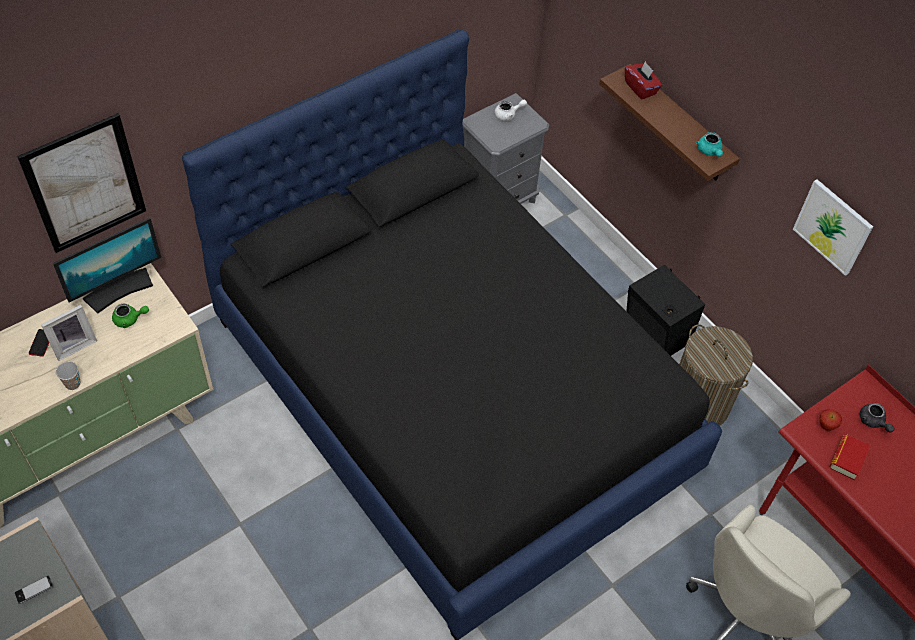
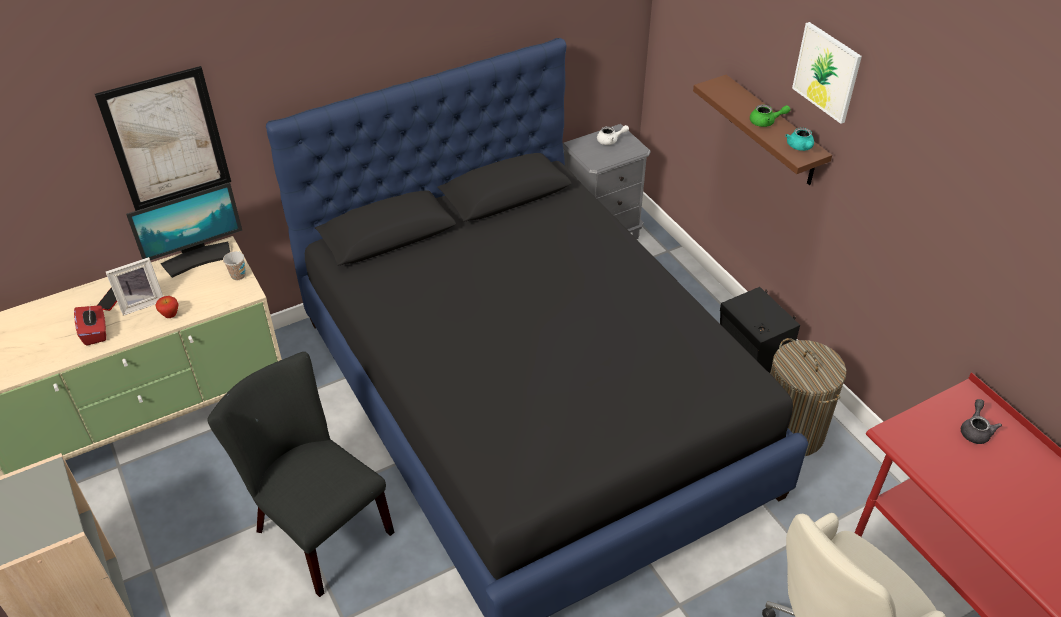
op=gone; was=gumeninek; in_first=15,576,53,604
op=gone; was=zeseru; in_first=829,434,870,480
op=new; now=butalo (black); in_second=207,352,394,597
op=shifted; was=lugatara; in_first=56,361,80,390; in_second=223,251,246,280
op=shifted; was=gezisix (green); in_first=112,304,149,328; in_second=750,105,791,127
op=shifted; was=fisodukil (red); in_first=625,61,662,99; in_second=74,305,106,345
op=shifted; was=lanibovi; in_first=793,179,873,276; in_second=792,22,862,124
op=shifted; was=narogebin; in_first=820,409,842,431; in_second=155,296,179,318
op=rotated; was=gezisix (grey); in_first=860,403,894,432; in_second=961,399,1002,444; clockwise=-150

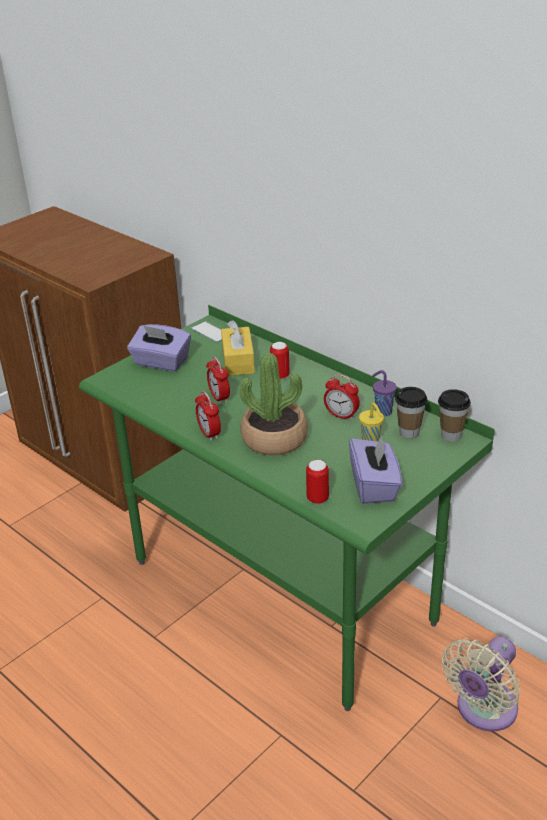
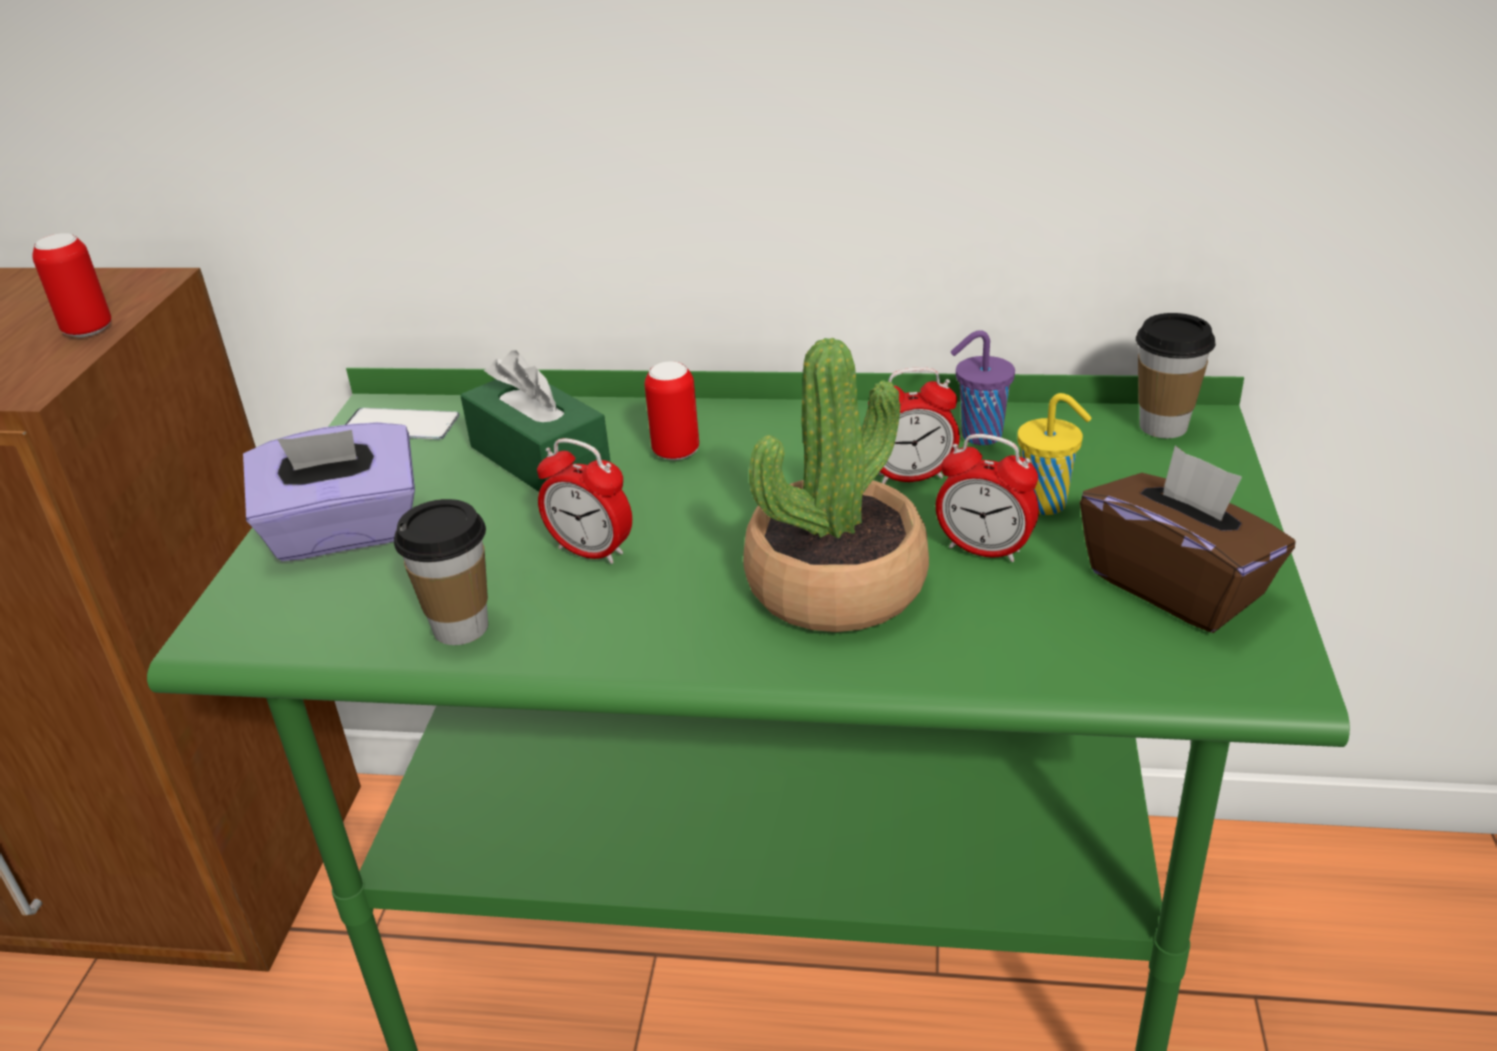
op=gone; was=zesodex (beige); in_first=442,636,520,731
op=shifted; was=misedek; in_first=195,391,221,441; in_second=936,434,1039,562
op=shifted; was=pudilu; in_first=306,460,329,504; in_second=32,233,111,337
op=shifted; was=lugatara; in_first=395,387,427,439; in_second=394,499,488,645
op=repainted; was=fisodukil (yellow); now=fisodukil (green); in_first=221,320,255,376; in_second=461,350,611,492
op=repainted; was=fisodukil (purple); now=fisodukil (brown); in_first=349,434,402,504; in_second=1080,445,1295,633

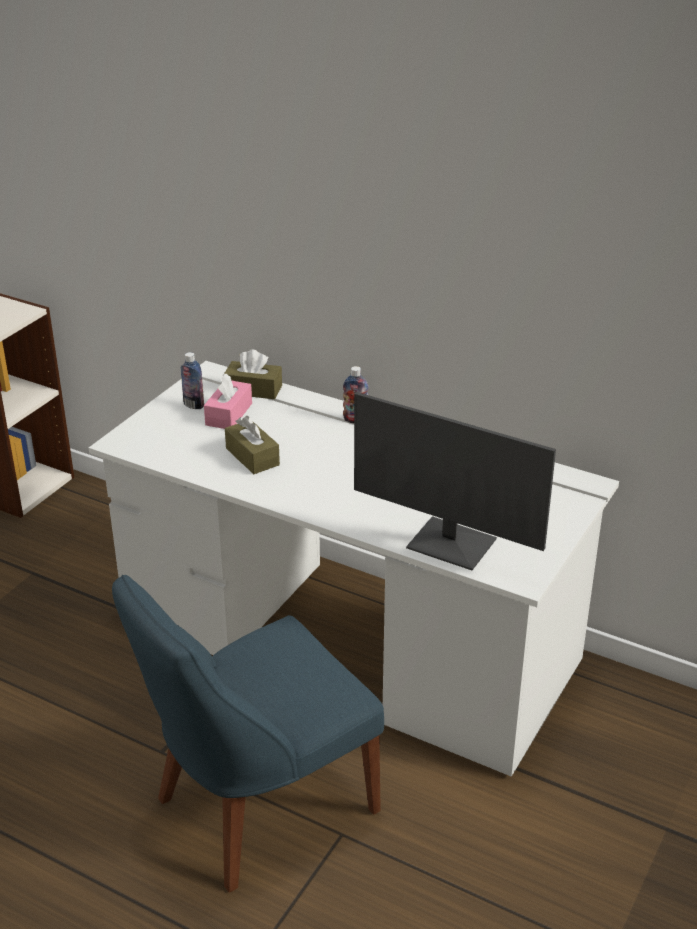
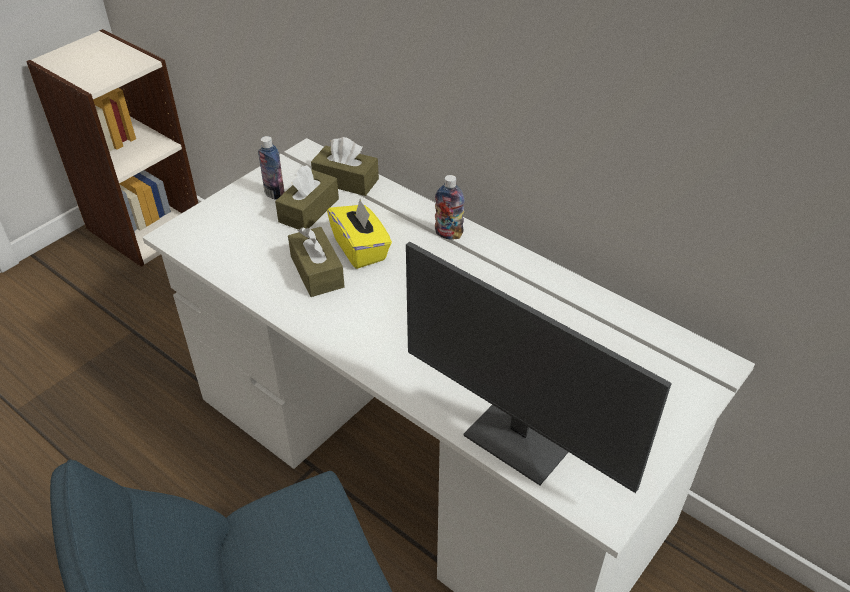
op=new; now=fisodukil (yellow); in_second=327,199,392,269
op=repainted; was=fisodukil (pink); now=fisodukil (brown); in_first=204,373,252,429; in_second=275,165,339,230

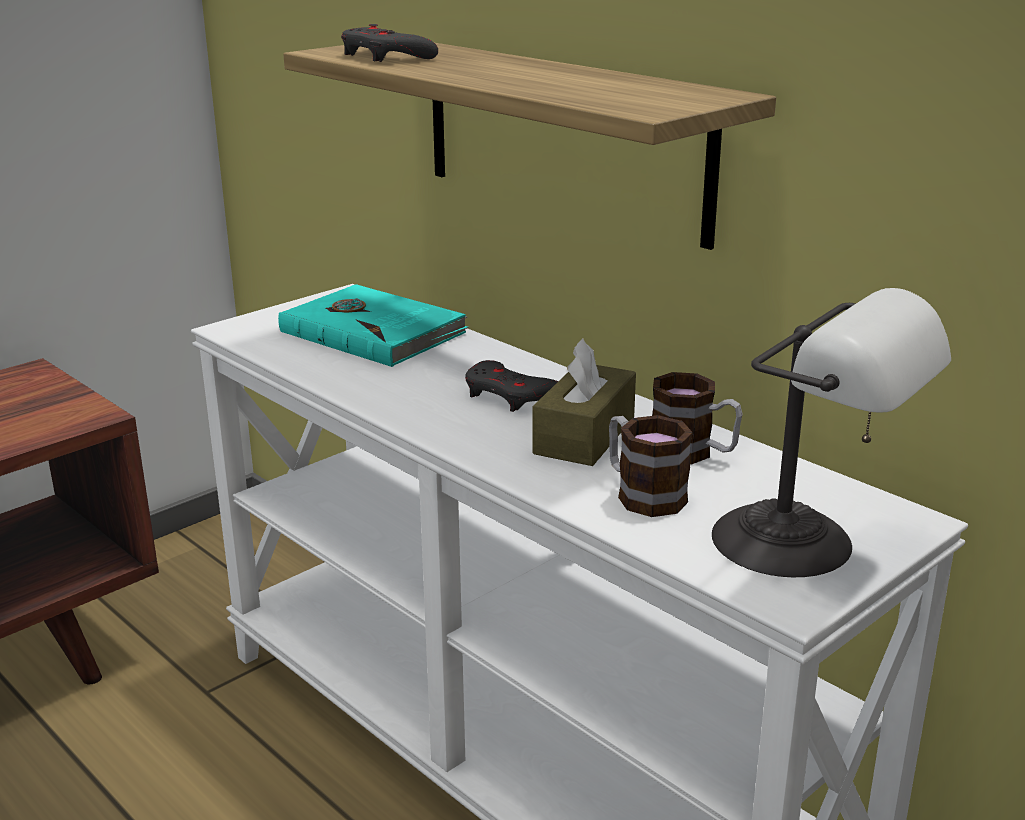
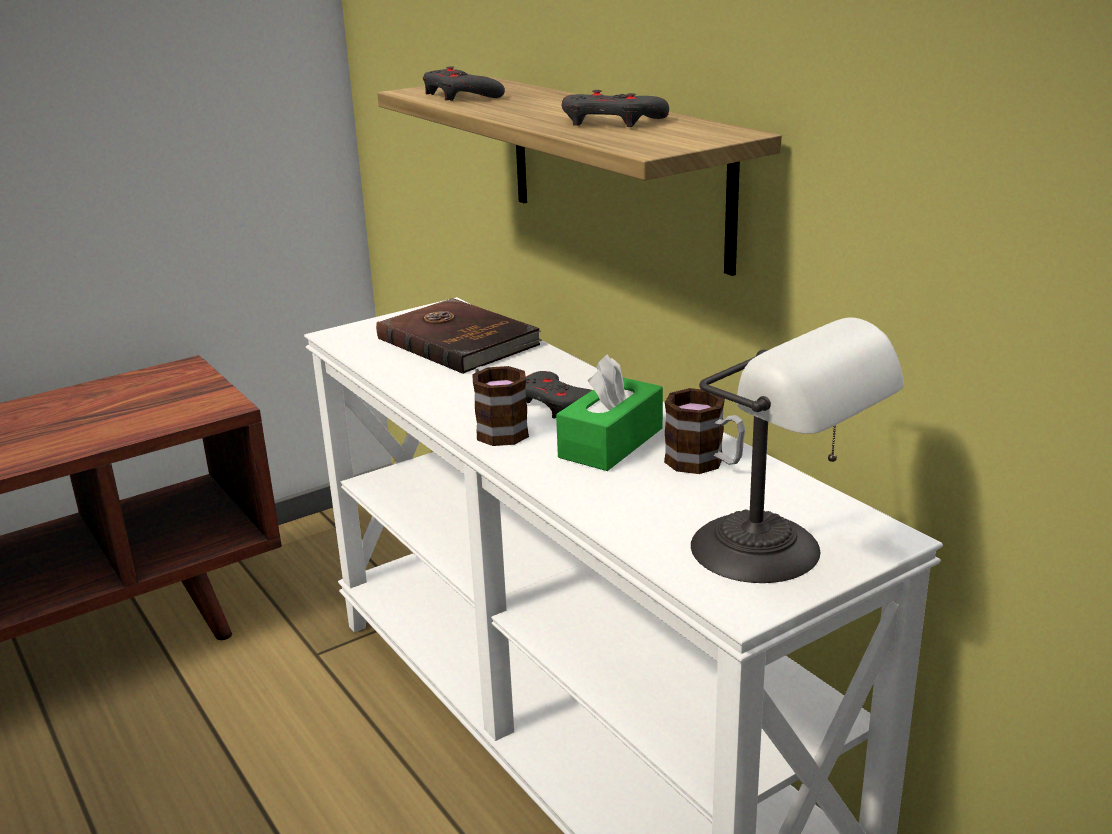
op=new; now=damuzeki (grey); in_second=562,90,669,127
op=shifted; was=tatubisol; in_first=609,415,693,517; in_second=472,366,529,446
op=repainted; was=zeseru (turquoise); now=zeseru (brown); in_first=278,284,469,367; in_second=376,298,542,374
op=repainted; was=fisodukil (brown); now=fisodukil (green); in_first=532,339,636,466; in_second=556,354,663,471

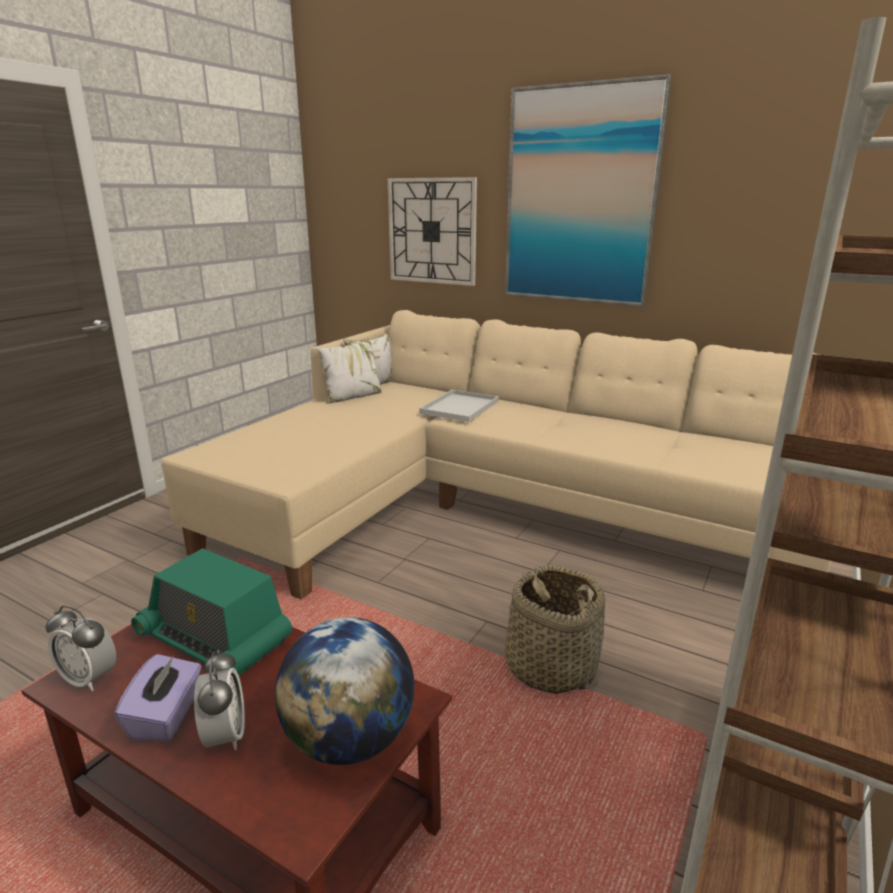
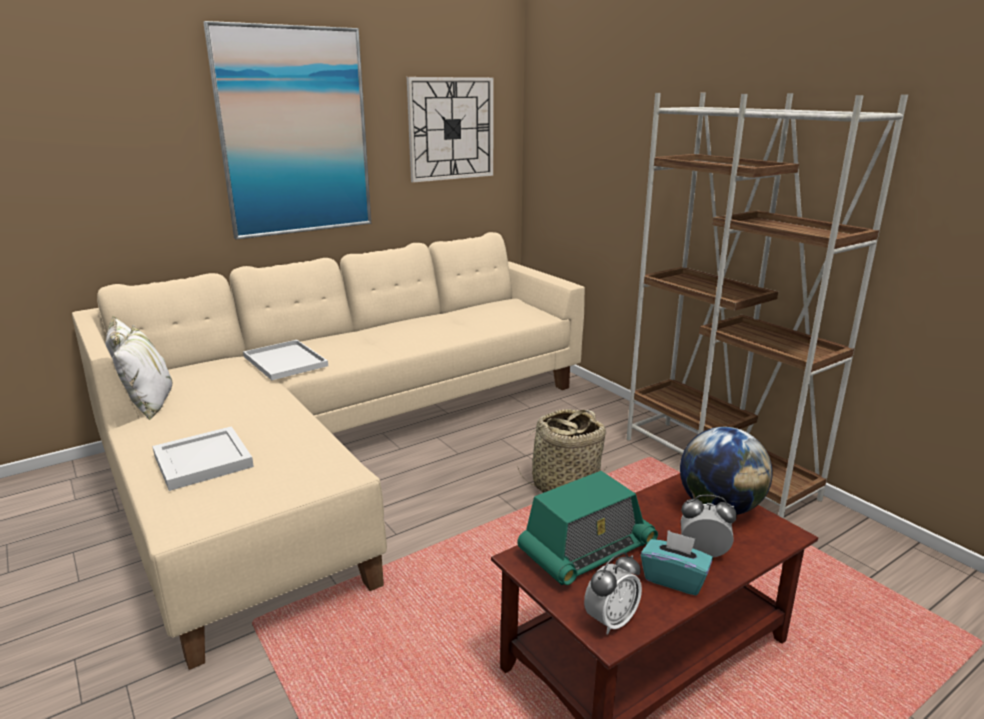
op=new; now=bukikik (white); in_second=152,426,254,491
op=shifted; was=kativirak; in_first=388,177,477,286; in_second=407,77,493,183
op=repainted; was=fisodukil (purple); now=fisodukil (turquoise); in_first=115,654,202,741; in_second=641,530,713,595

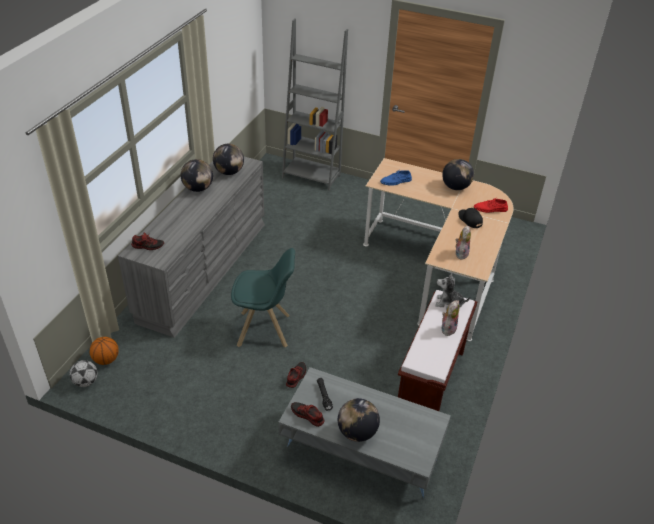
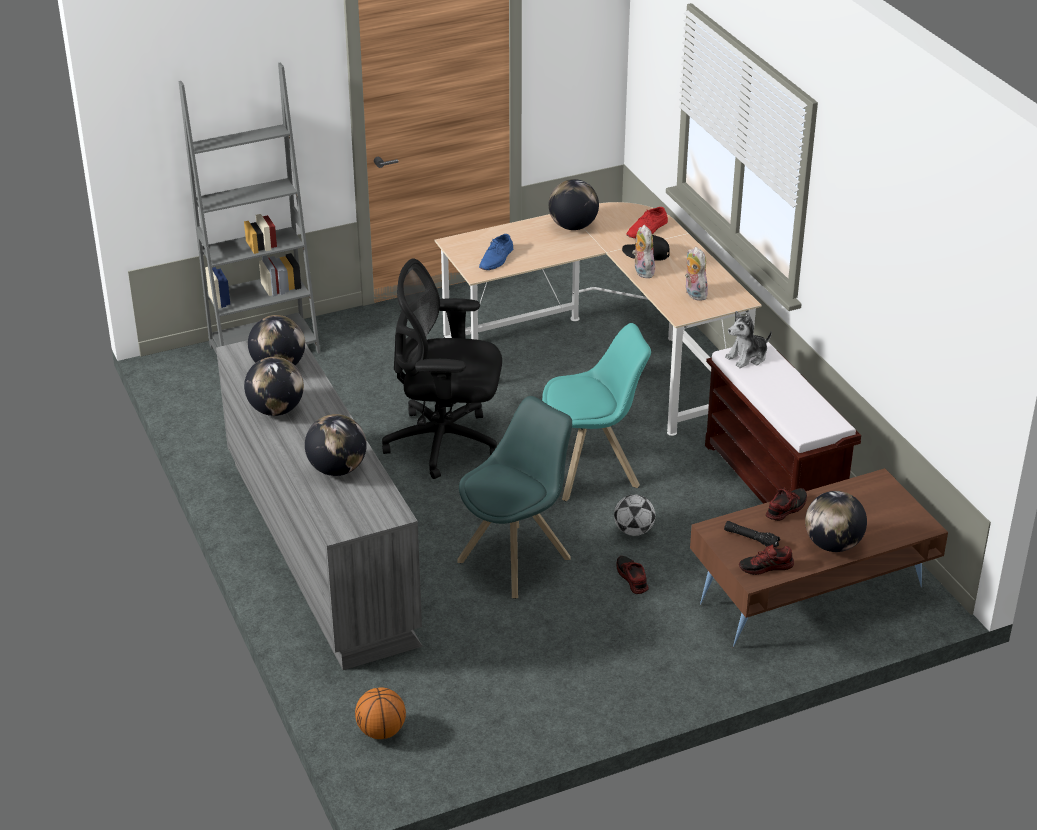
op=new; now=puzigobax; in_second=305,414,367,476
op=new; now=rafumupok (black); in_second=382,258,502,479
op=new; now=butalo (turquoise); in_second=542,323,651,501
op=shifted; was=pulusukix; in_first=69,360,98,387; in_second=614,495,655,536
op=shifted; was=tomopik; in_first=131,232,164,250; in_second=766,488,807,521
op=shifted; was=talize; in_first=442,300,460,336; in_second=632,225,655,278
op=repainted; was=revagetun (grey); now=revagetun (brown); in_first=278,367,451,498; in_second=690,468,948,647

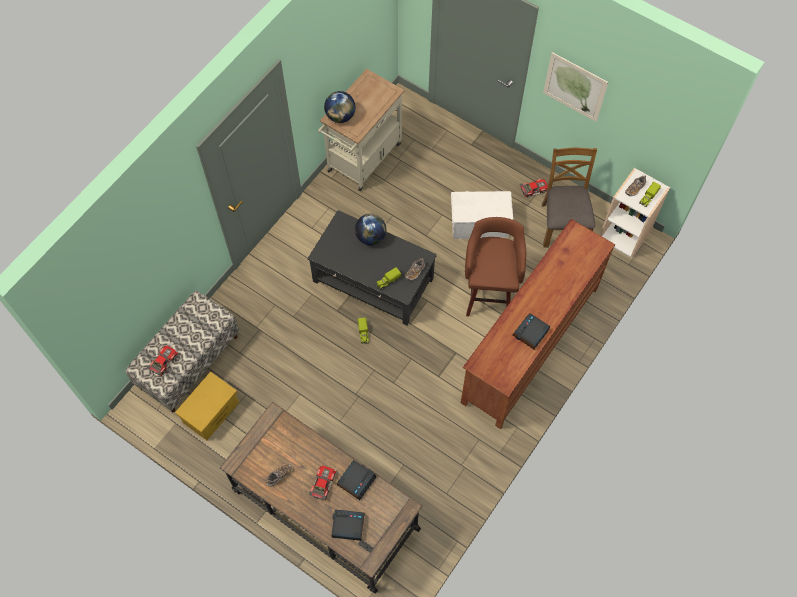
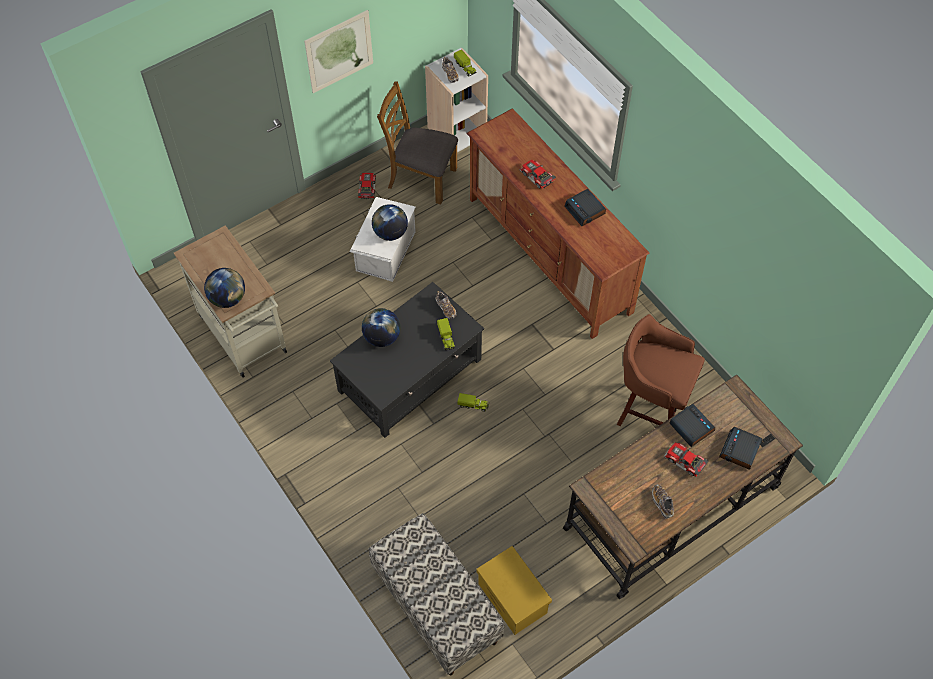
op=new; now=puzigobax; in_second=372,204,408,241
op=shifted; was=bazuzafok; in_first=147,345,179,376; in_second=520,160,556,189
op=shifted; was=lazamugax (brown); in_first=465,217,526,316; in_second=617,314,705,426

